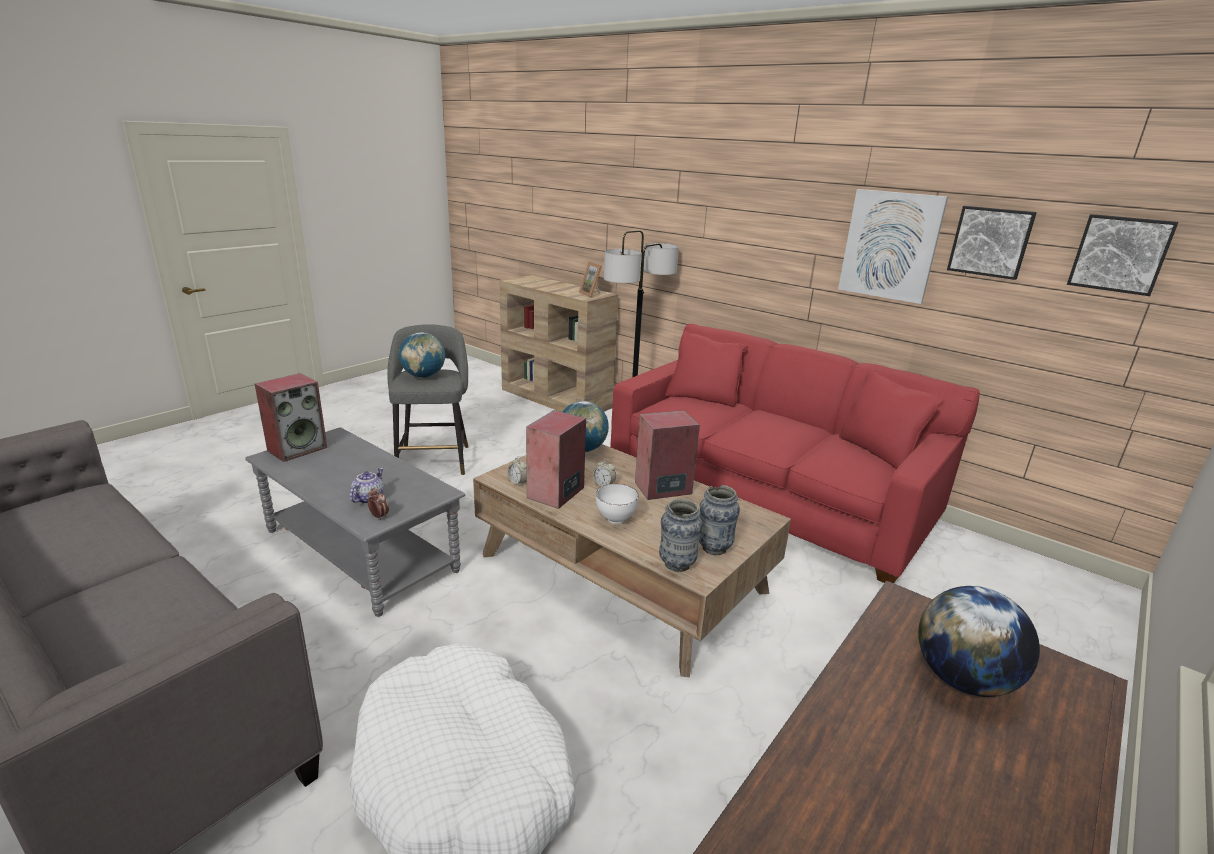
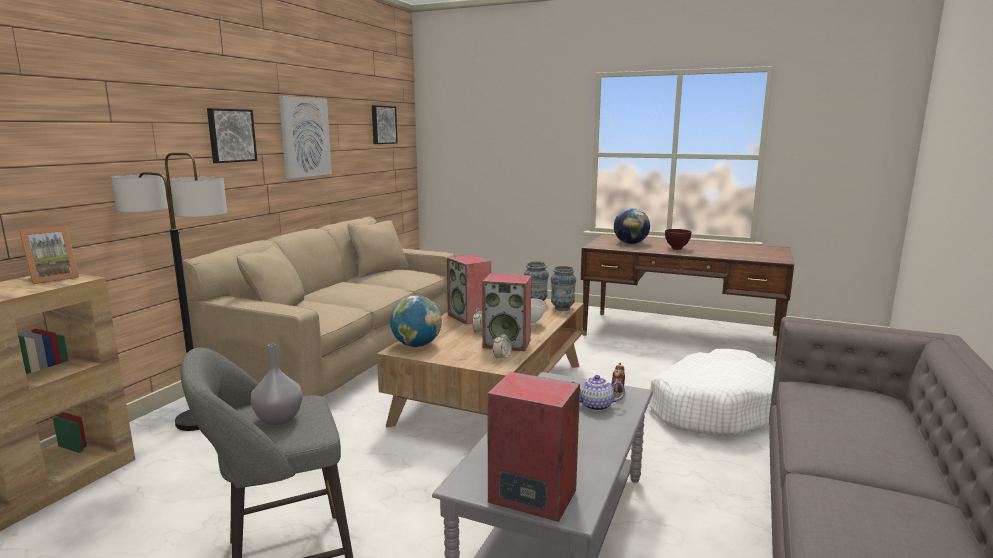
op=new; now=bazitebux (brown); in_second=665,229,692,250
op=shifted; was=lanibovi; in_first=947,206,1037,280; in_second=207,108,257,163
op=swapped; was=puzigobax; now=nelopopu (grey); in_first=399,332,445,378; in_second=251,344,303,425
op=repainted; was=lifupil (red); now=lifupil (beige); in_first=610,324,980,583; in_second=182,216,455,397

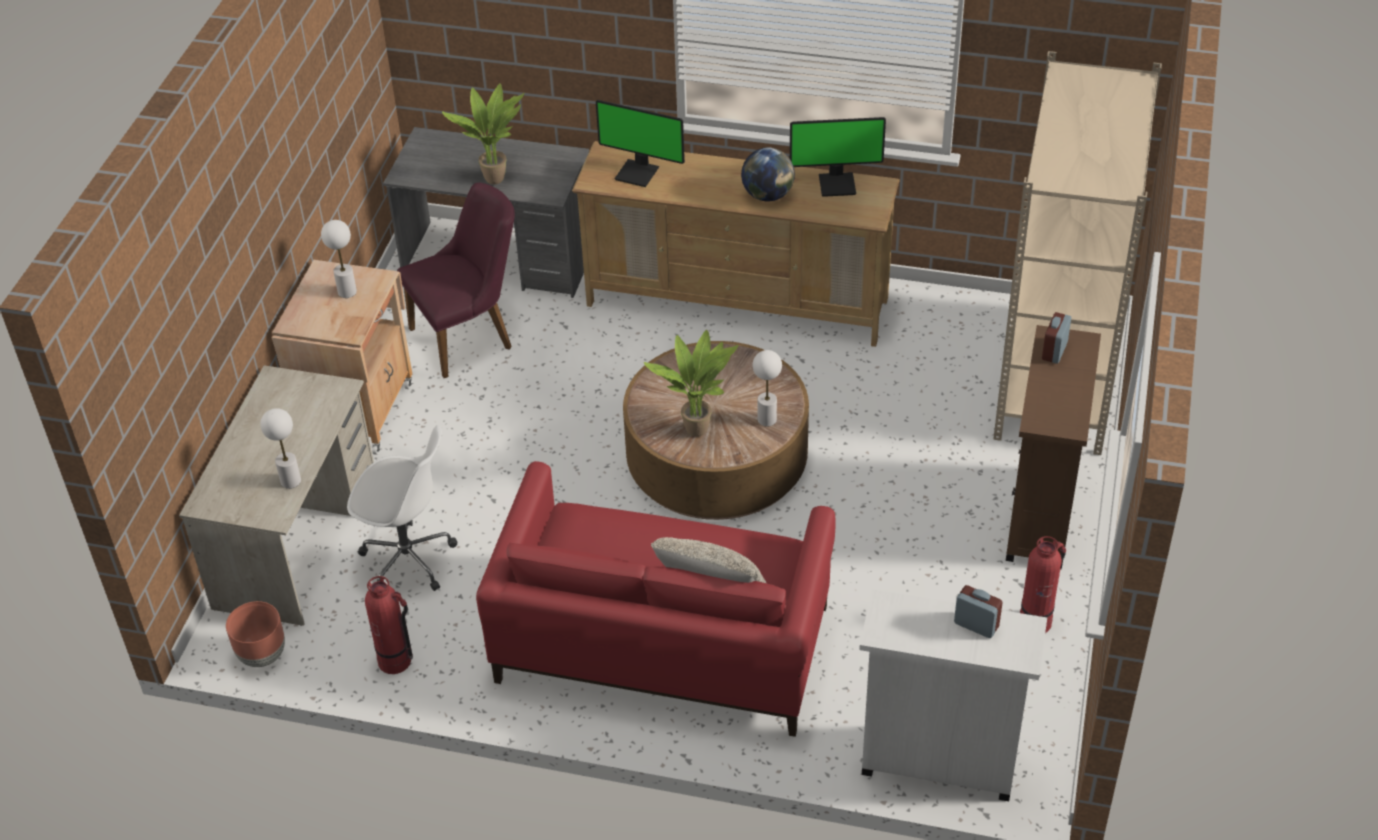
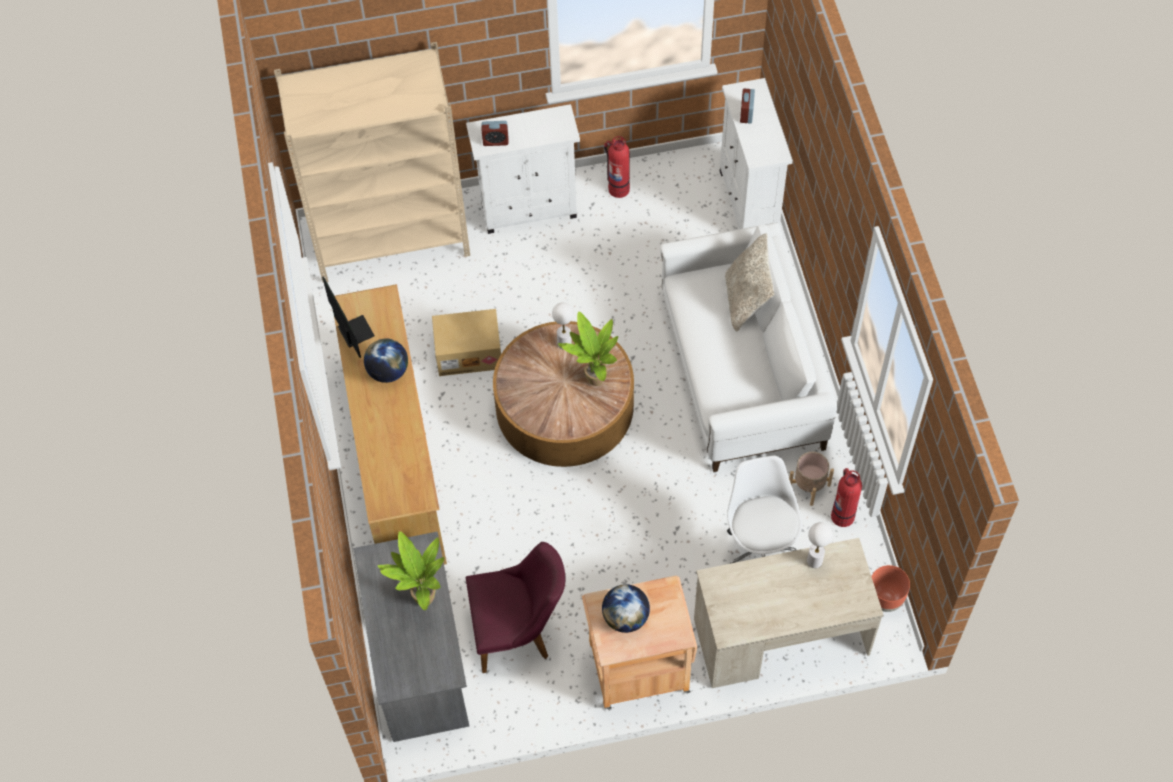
op=gone; was=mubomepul; in_first=596,100,685,187
op=new; now=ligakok; in_second=432,309,501,376
op=new; now=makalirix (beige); in_second=789,452,834,506
op=swapped; was=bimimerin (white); now=puzigobax; in_first=321,220,357,298; in_second=602,584,650,633
op=repainted; was=lifupil (red); now=lifupil (white); in_first=476,461,836,737; in_second=660,222,838,472
op=repainted; was=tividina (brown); now=tividina (white); in_first=1006,325,1101,570; in_second=466,104,580,234
op=rotated; was=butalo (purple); in_first=397,182,515,378; in_second=466,542,565,673; clockwise=135

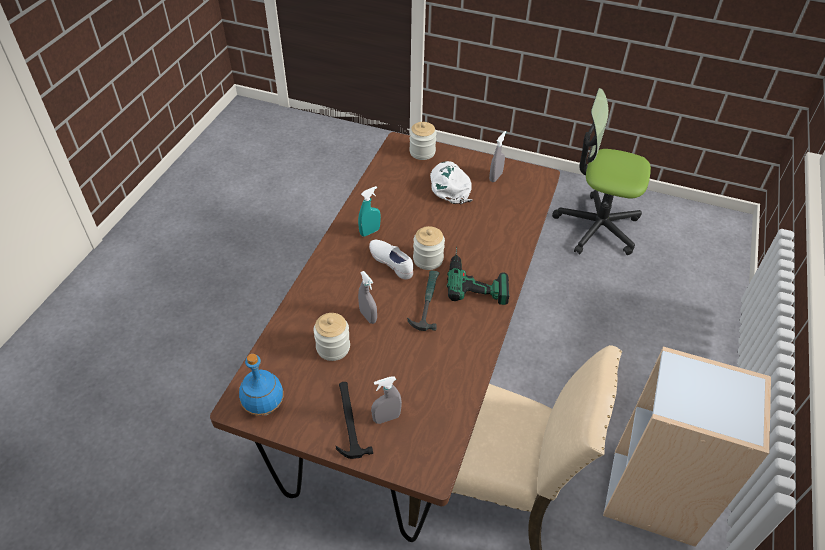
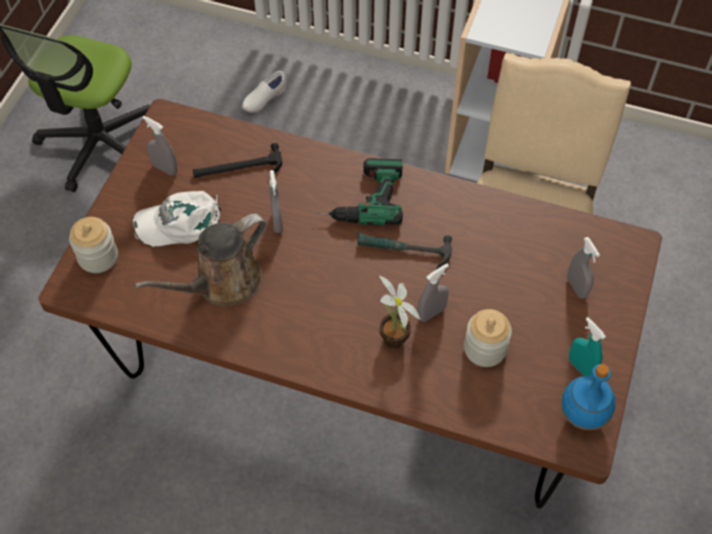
op=gone; was=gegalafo; in_first=413,226,445,270
op=new; now=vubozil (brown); in_second=134,214,267,306
op=new; now=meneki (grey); in_second=270,170,283,233
op=new; now=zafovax; in_second=379,275,420,349
op=shifted; was=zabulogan; in_first=336,382,373,459; in_second=193,143,282,178
op=shifted; was=meneki (turquoise); in_first=358,186,381,237; in_second=569,317,606,376
op=shifted; was=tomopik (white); in_first=369,240,413,279; in_second=242,71,287,113

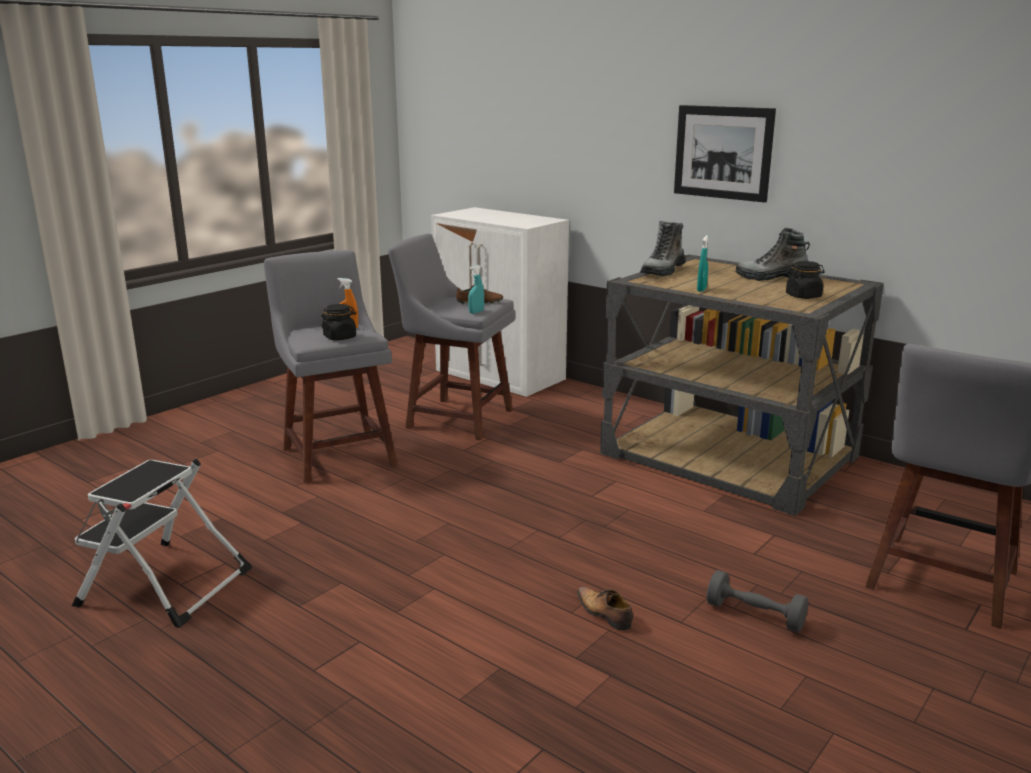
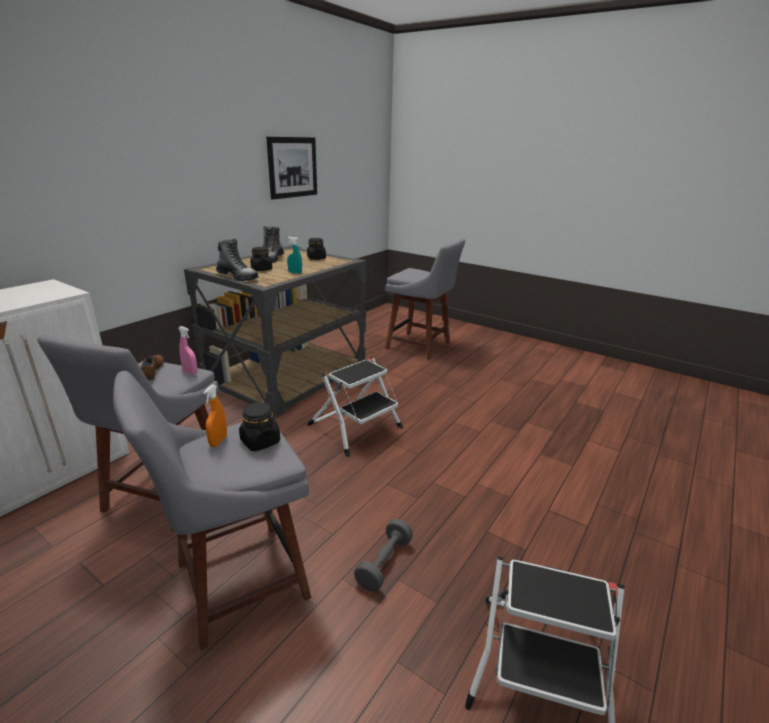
op=gone; was=tomopik; in_first=577,587,633,631
op=new; now=gegalafo (black); in_second=250,247,272,271
op=new; now=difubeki; in_second=307,357,403,457
op=shifted; was=lanibovi; in_first=674,105,776,202; in_second=266,137,317,200
op=shifted; was=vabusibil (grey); in_first=707,570,808,633; in_second=354,519,413,592
op=repainted; was=meneki (turquoise); now=meneki (pink); in_first=468,265,484,314; in_second=178,326,198,375

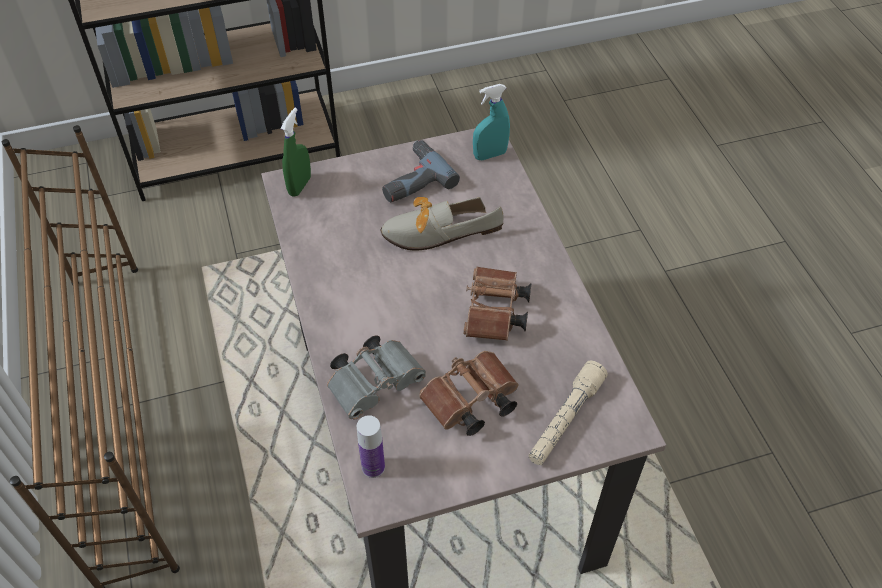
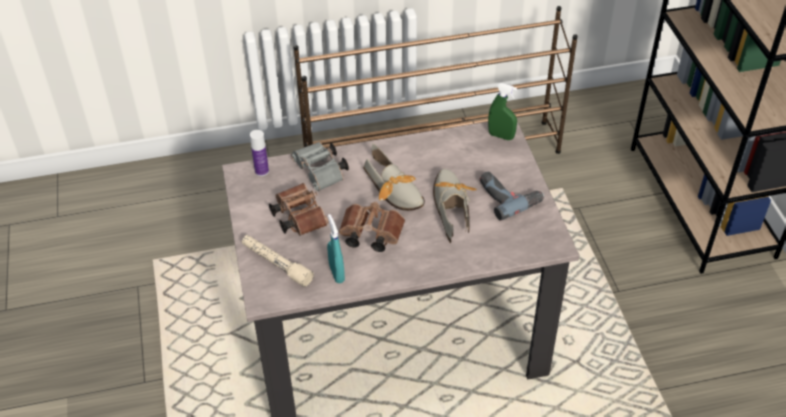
op=new; now=tomopik; in_second=363,143,425,211
op=shifted; was=meneki (turquoise); in_first=473,84,510,160; in_second=327,214,345,283

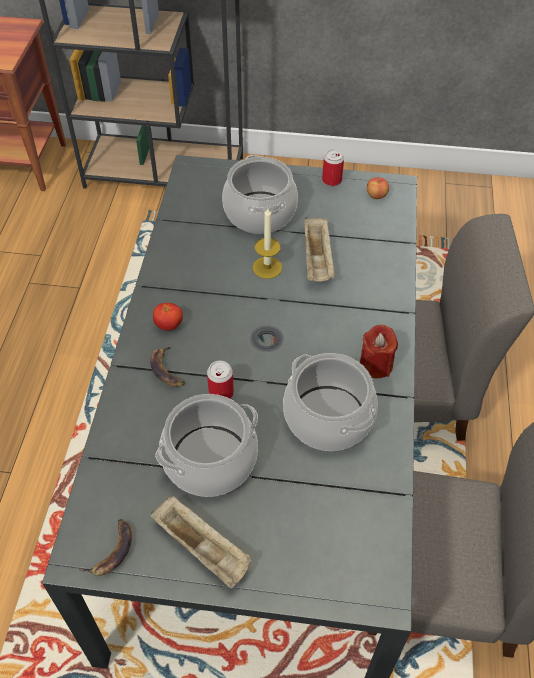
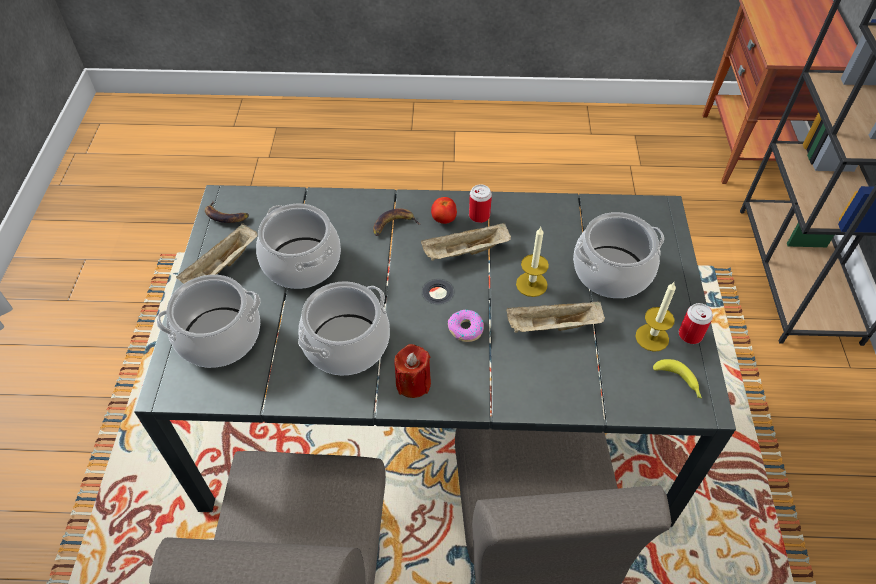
op=new; now=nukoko; in_second=156,275,260,368
op=new; now=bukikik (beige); in_second=421,222,511,261
op=new; now=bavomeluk; in_second=448,310,484,342
op=new; now=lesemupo; in_second=635,281,676,352
op=shifted; was=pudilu; in_first=207,361,234,399; in_second=469,184,492,223
op=swapped; was=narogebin; now=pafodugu; in_first=367,177,389,199; in_second=653,359,702,398

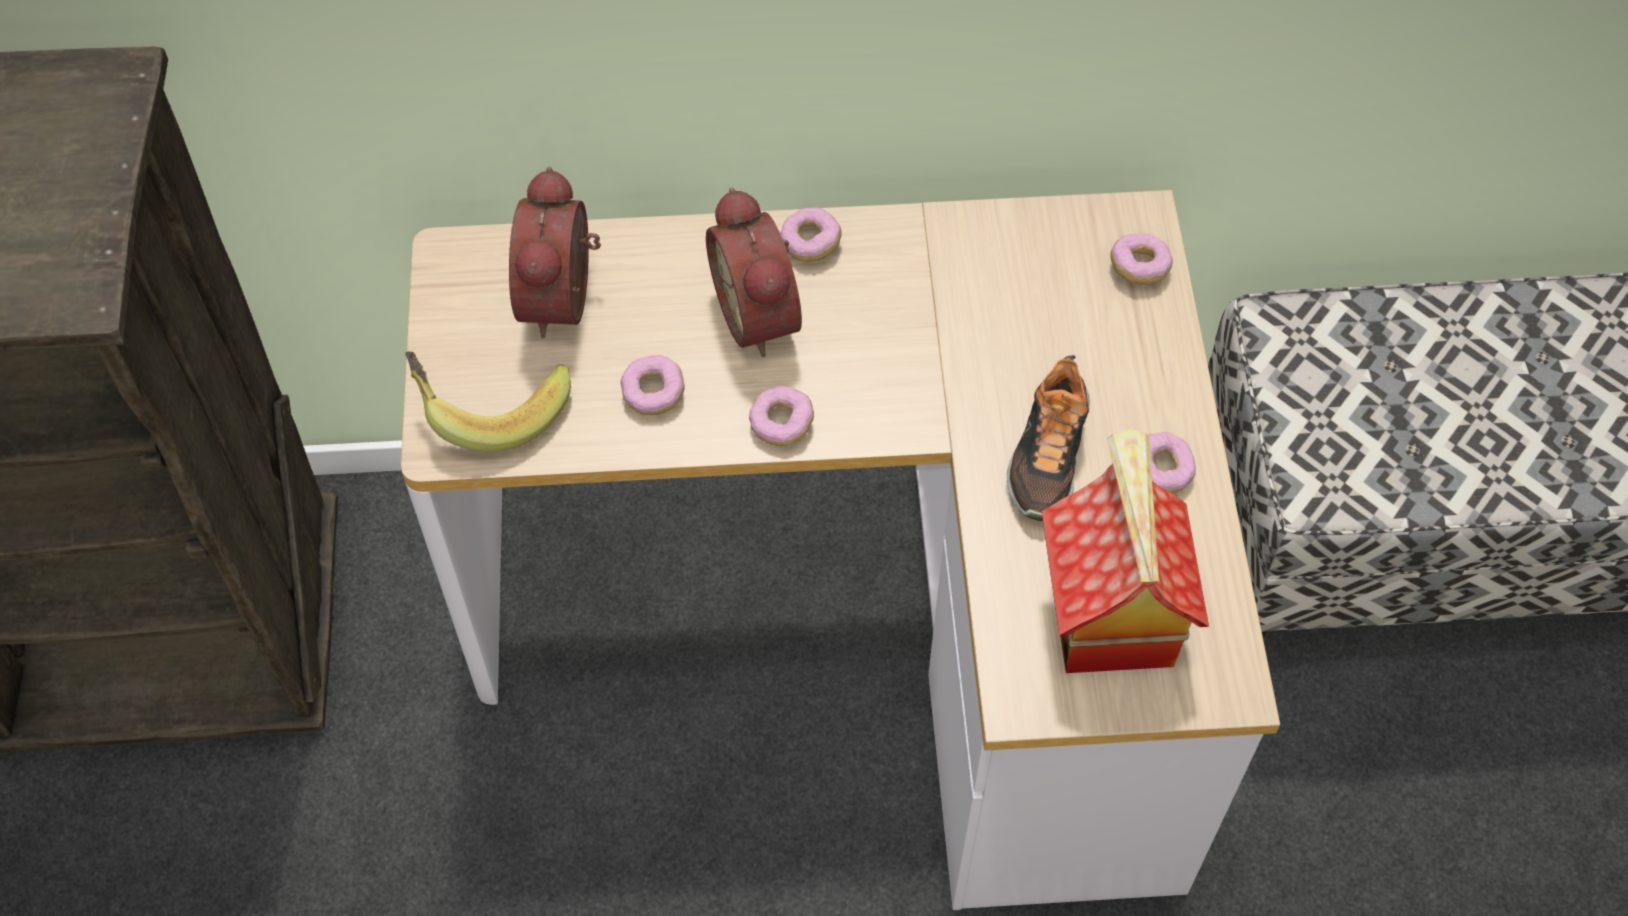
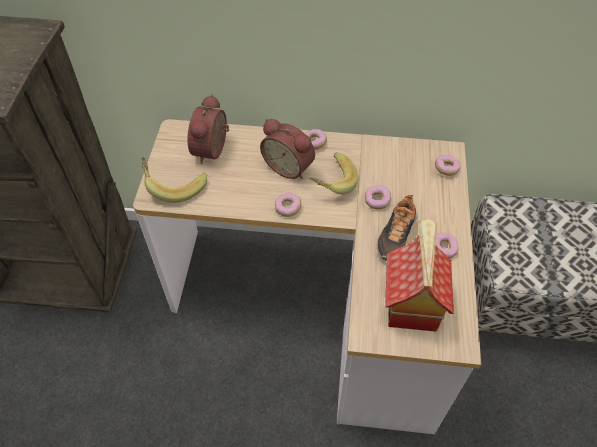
op=new; now=pafodugu; in_second=309,153,358,194
op=shifted; was=bavomeluk; in_first=621,355,685,415; in_second=365,186,391,209
op=rotated; was=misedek; in_first=706,187,802,357; in_second=260,119,315,179; clockwise=-45

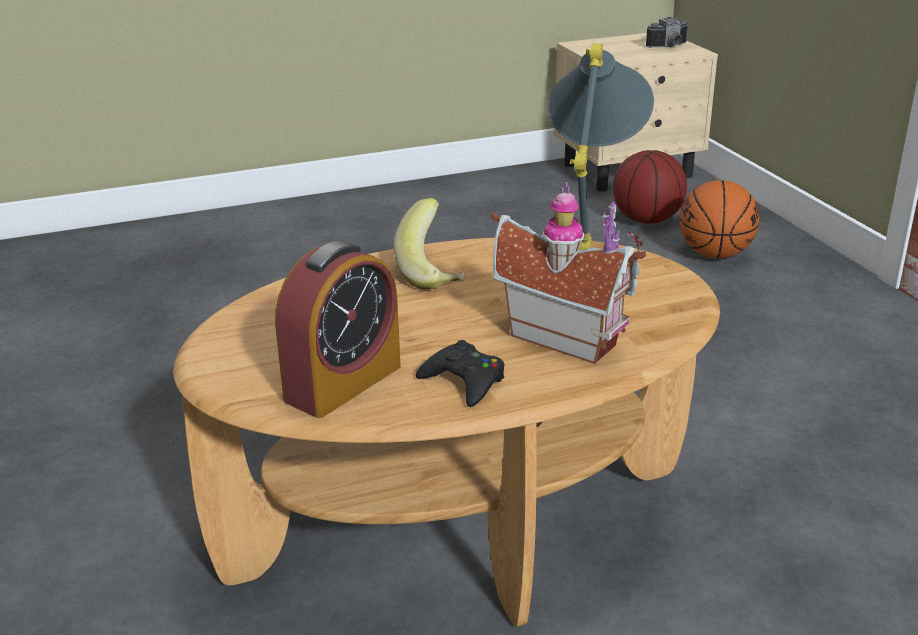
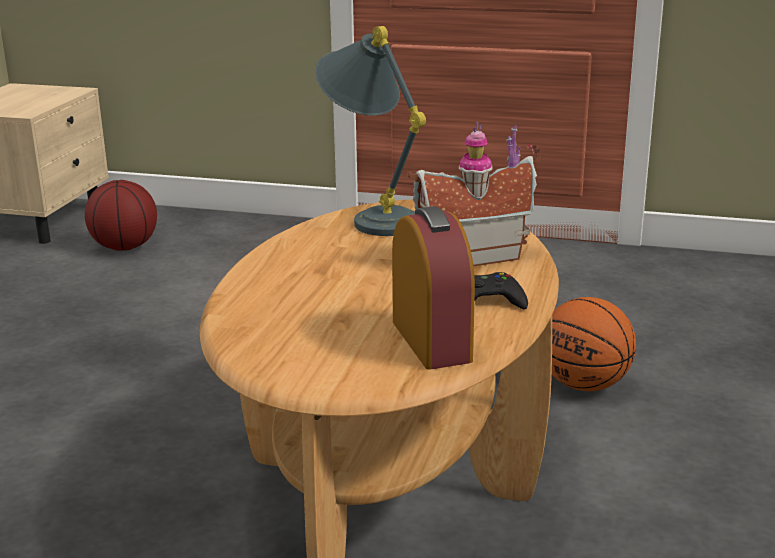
op=gone; was=pafodugu; in_first=393,198,465,290
op=gone; was=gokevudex; in_first=646,17,688,48
op=shifted; was=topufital; in_first=679,180,759,258; in_second=552,297,636,391

